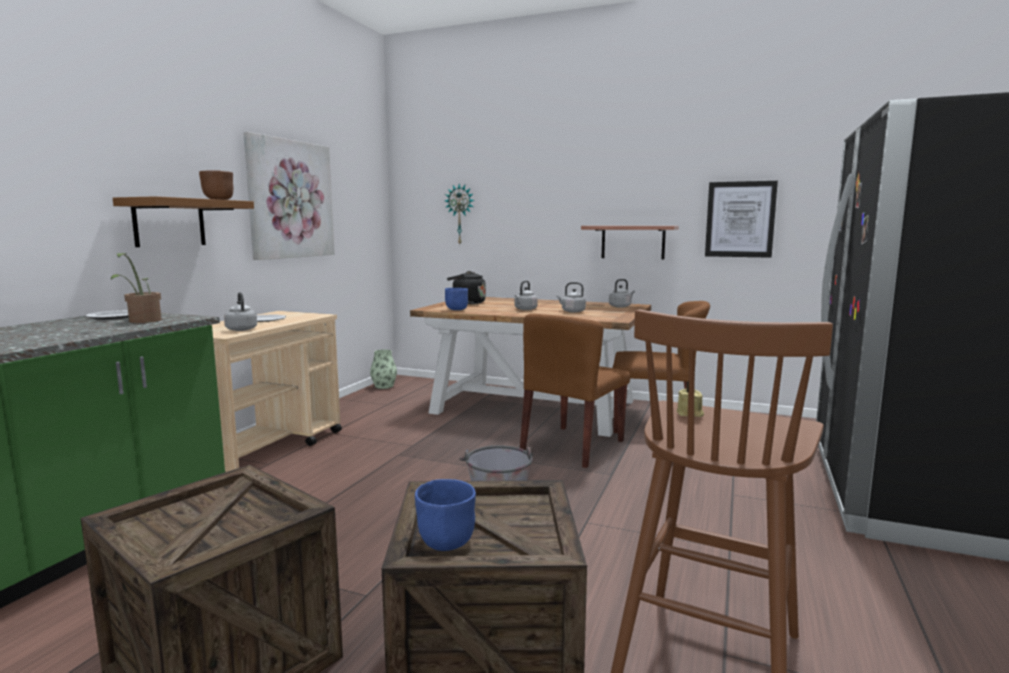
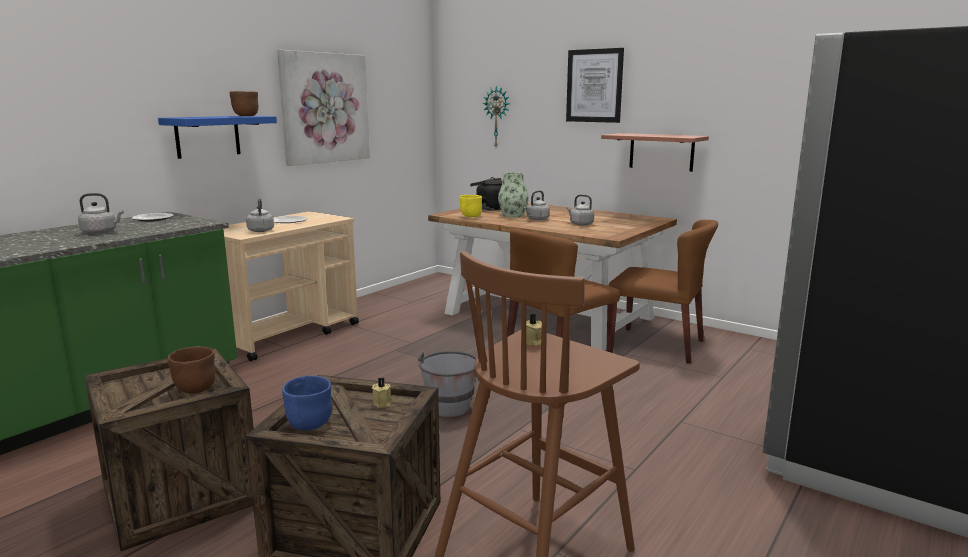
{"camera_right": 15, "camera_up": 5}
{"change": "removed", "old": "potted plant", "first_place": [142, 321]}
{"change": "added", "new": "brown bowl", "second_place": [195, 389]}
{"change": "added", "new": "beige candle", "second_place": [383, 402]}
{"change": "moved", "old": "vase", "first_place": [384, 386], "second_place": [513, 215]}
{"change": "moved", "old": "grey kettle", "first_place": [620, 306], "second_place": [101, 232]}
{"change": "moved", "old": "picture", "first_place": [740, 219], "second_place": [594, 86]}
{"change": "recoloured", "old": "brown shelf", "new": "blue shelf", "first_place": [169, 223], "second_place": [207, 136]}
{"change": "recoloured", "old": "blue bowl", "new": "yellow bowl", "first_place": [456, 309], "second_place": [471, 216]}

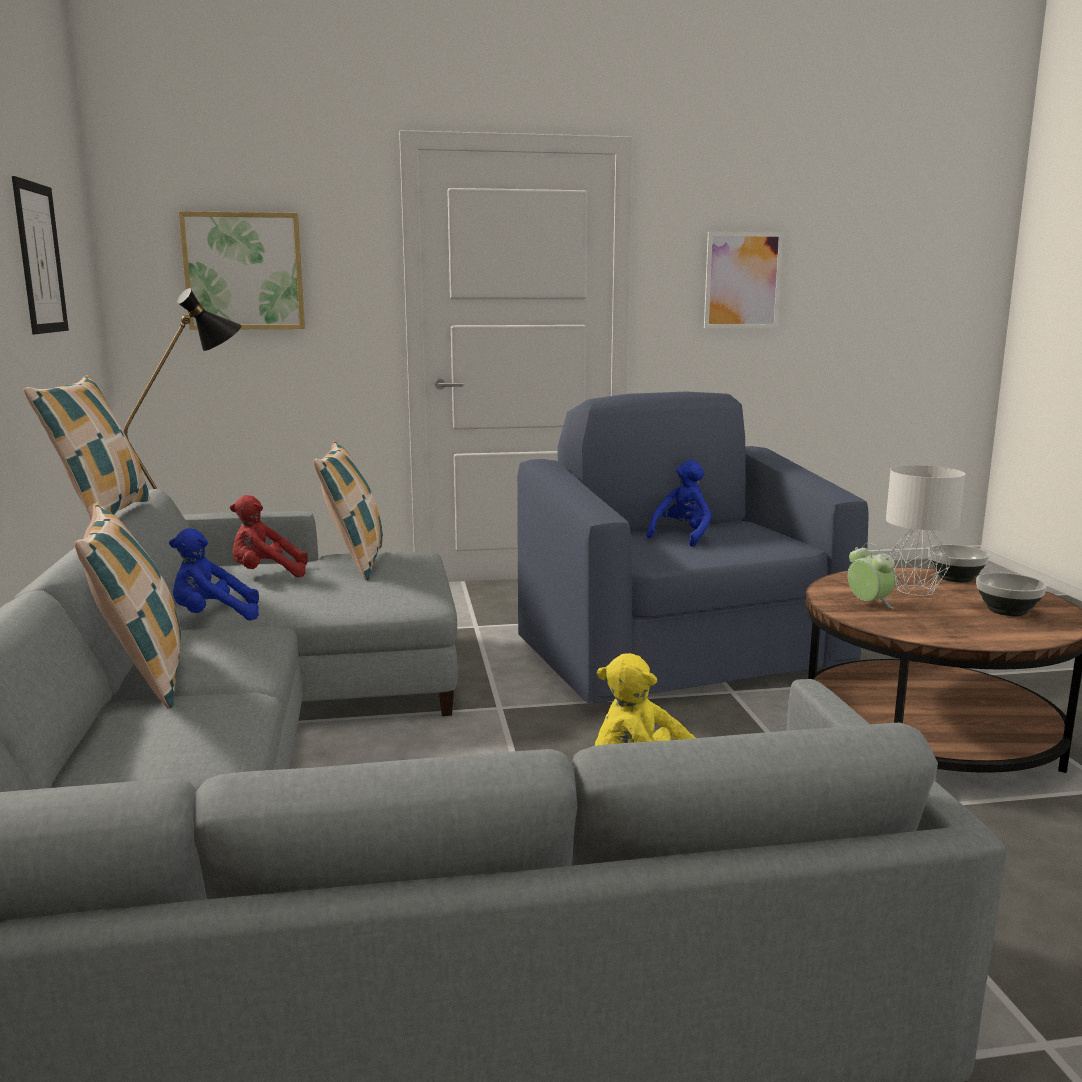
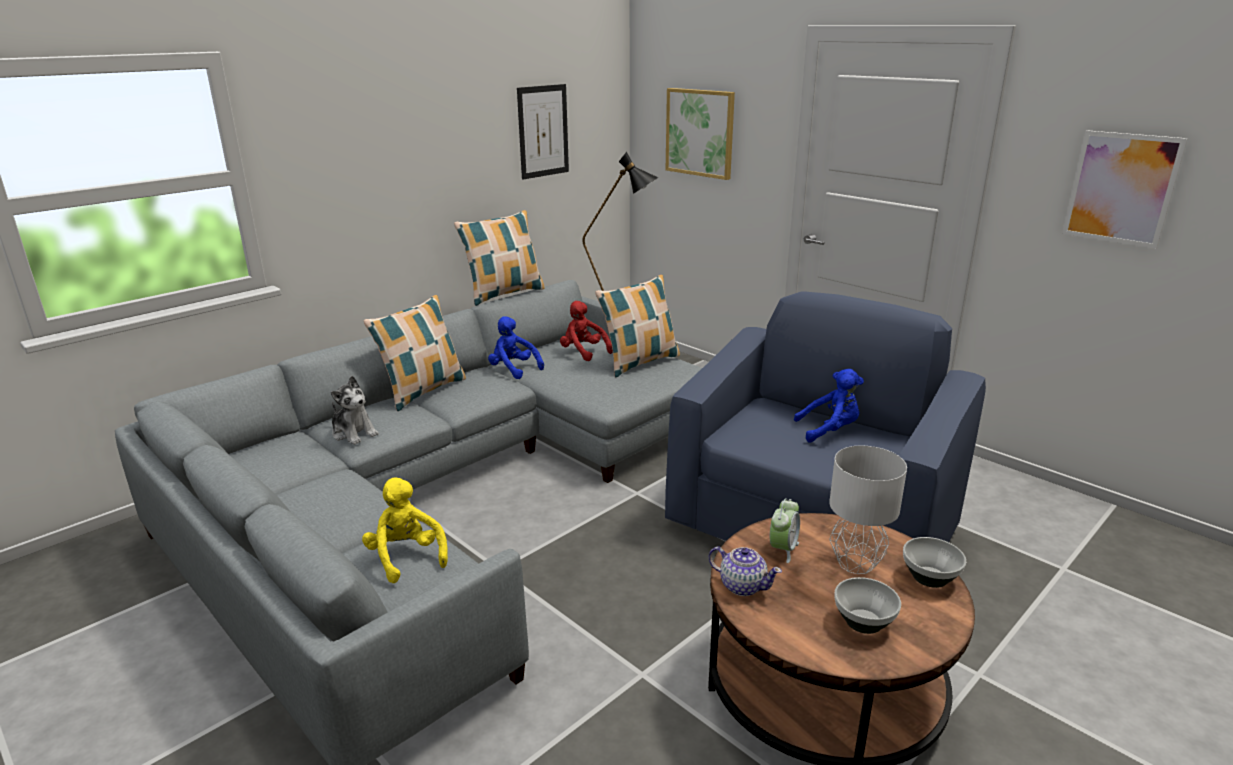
{"camera_right": 55, "camera_up": 10}
{"change": "added", "new": "plush toy", "second_place": [354, 433]}
{"change": "added", "new": "teapot", "second_place": [742, 585]}

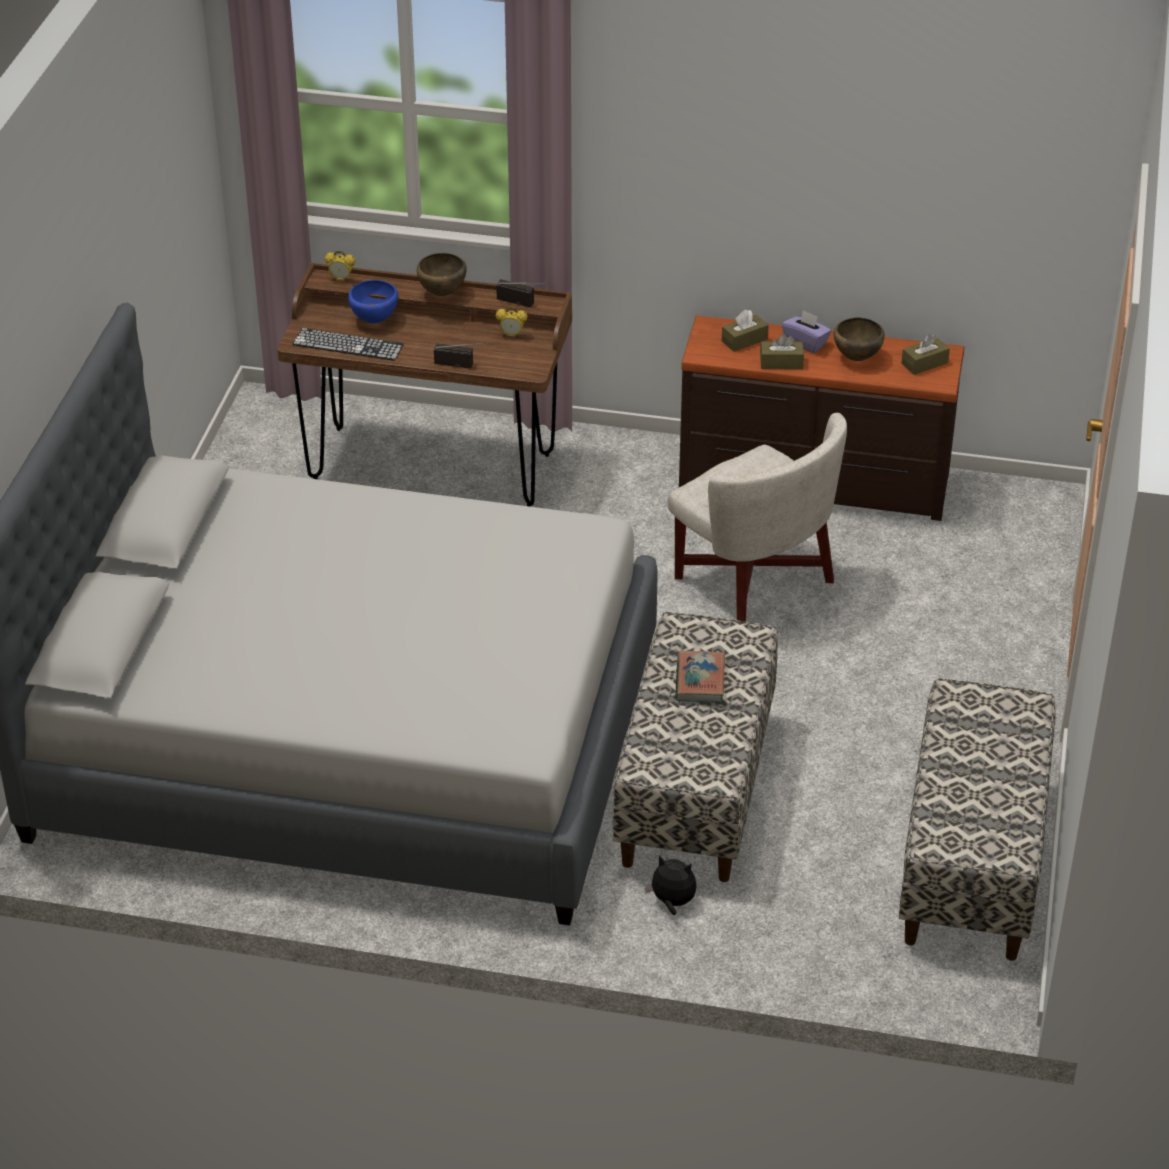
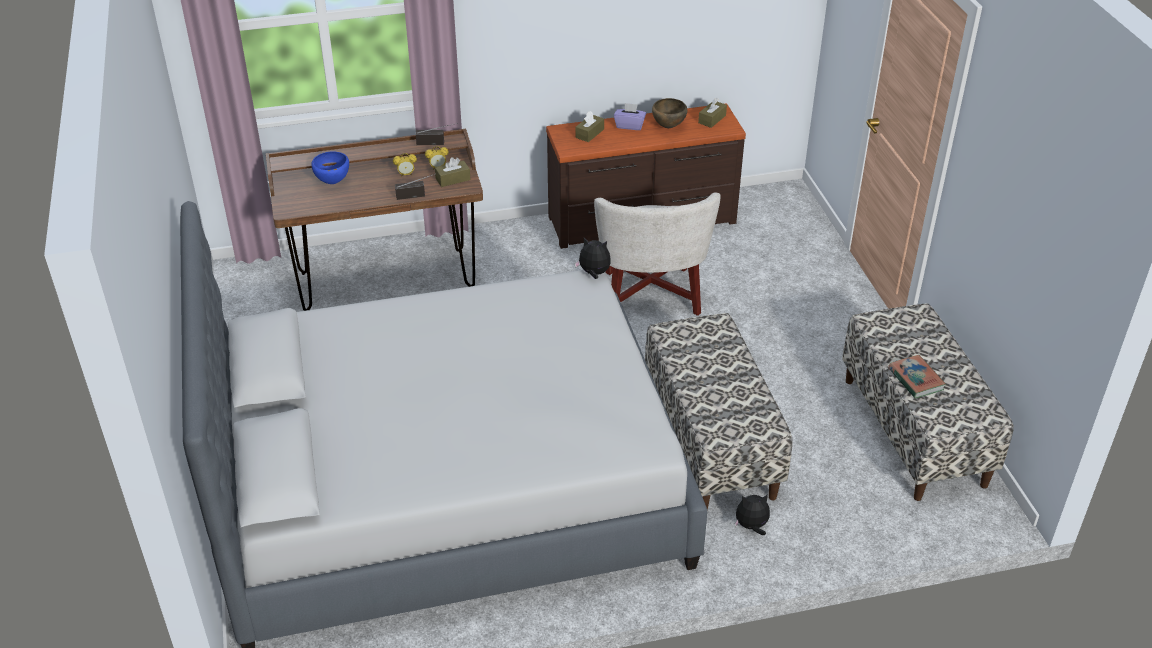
{"camera_right": -25, "camera_up": 0}
{"change": "removed", "old": "keyboard", "first_place": [348, 344]}
{"change": "removed", "old": "brown bowl", "first_place": [442, 293]}
{"change": "added", "new": "plush toy", "second_place": [594, 273]}
{"change": "moved", "old": "alarm clock", "first_place": [341, 279], "second_place": [406, 174]}
{"change": "moved", "old": "book", "first_place": [700, 680], "second_place": [915, 379]}
{"change": "moved", "old": "brown tissue box", "first_place": [781, 362], "second_place": [453, 179]}
{"change": "turned", "old": "white armchair", "first_place": [753, 582], "second_place": [650, 294], "degrees": 60}

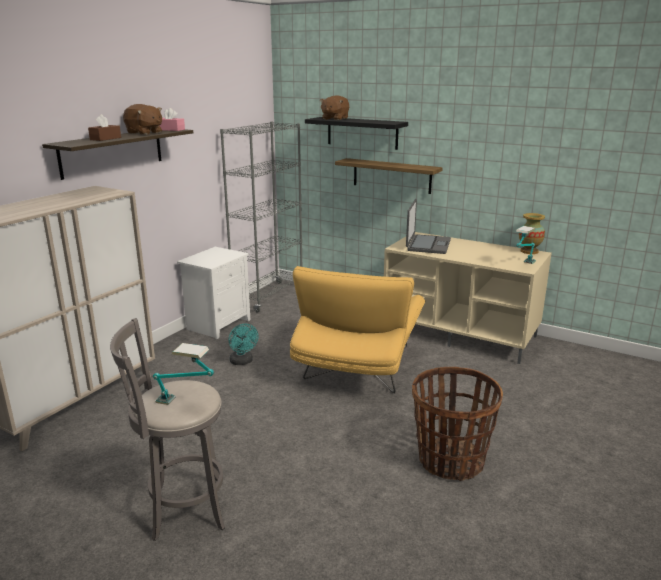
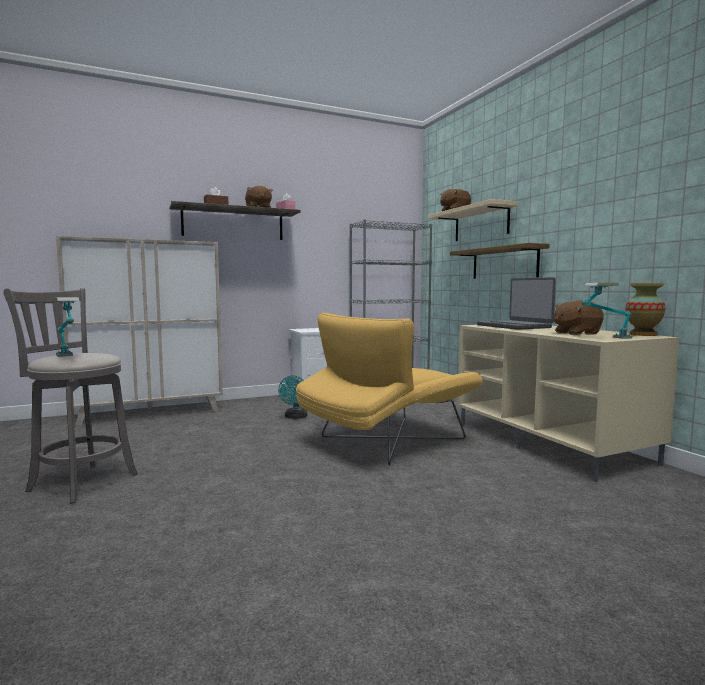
{"camera_right": 35, "camera_up": -15}
{"change": "removed", "old": "basket", "first_place": [450, 461]}
{"change": "added", "new": "brown plush toy", "second_place": [576, 333]}
{"change": "recoloured", "old": "black shelf", "new": "beige shelf", "first_place": [362, 133], "second_place": [481, 223]}
{"change": "turned", "old": "laptop", "first_place": [427, 245], "second_place": [514, 326], "degrees": 105}

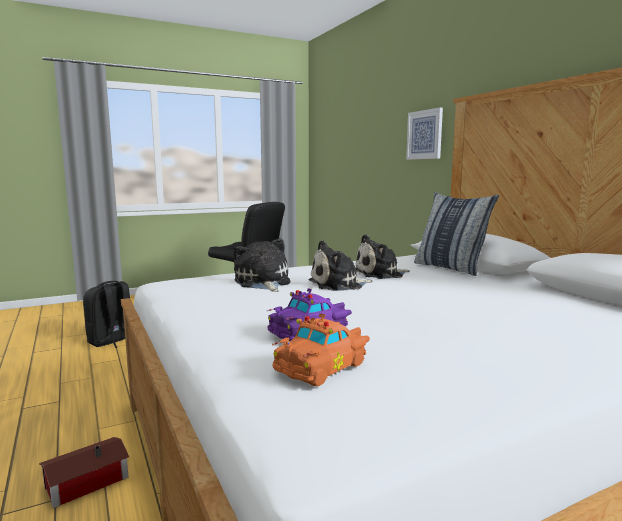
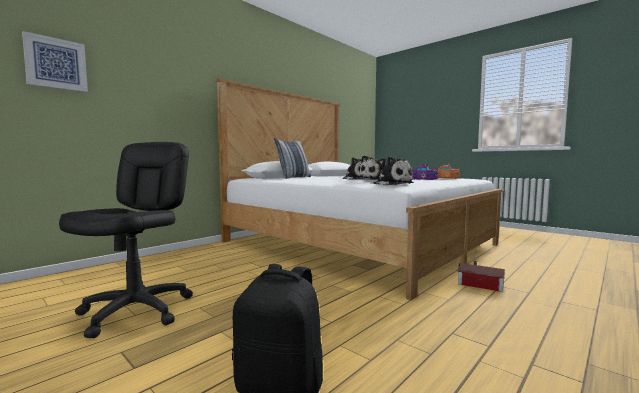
{"camera_right": -110, "camera_up": -5}
{"change": "moved", "old": "plush toy", "first_place": [381, 274], "second_place": [391, 184]}
{"change": "moved", "old": "picture", "first_place": [425, 135], "second_place": [56, 63]}

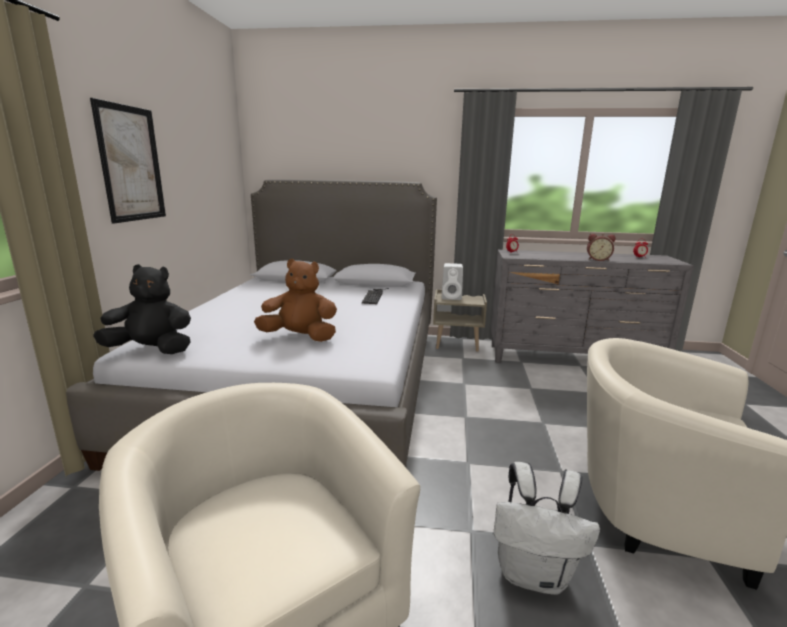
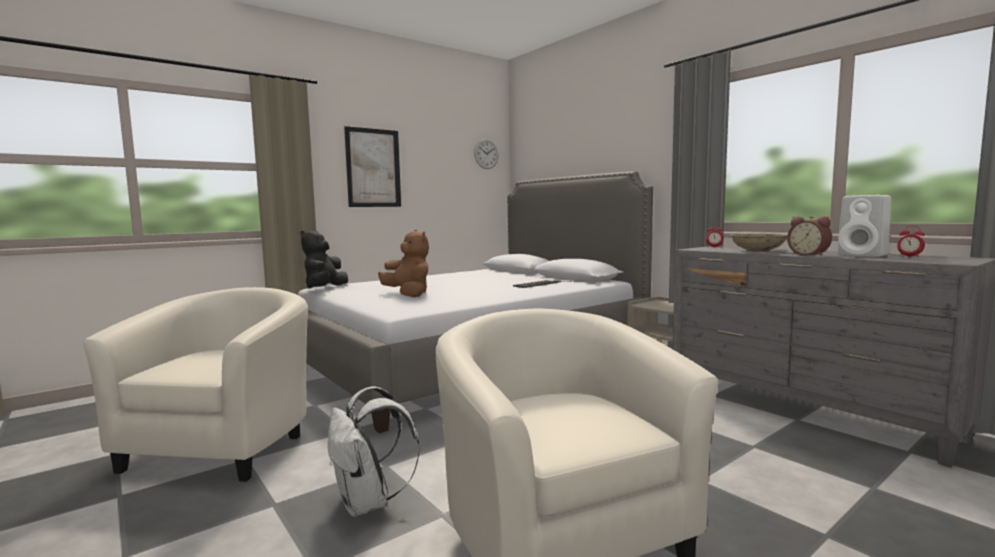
{"camera_right": 45, "camera_up": -10}
{"change": "added", "new": "wall clock", "second_place": [486, 153]}
{"change": "added", "new": "beige bowl", "second_place": [757, 251]}
{"change": "moved", "old": "white speaker", "first_place": [452, 297], "second_place": [864, 255]}
{"change": "turned", "old": "black plush toy", "first_place": [152, 350], "second_place": [325, 288], "degrees": -120}

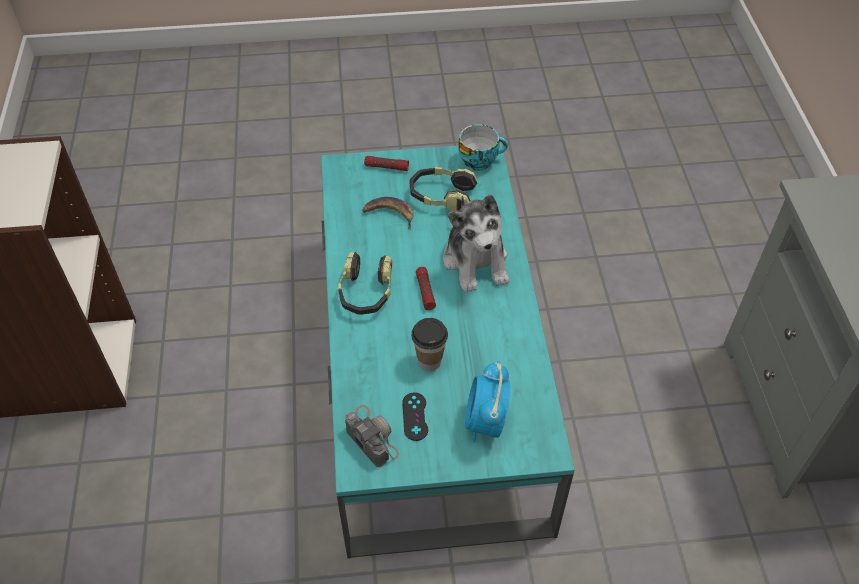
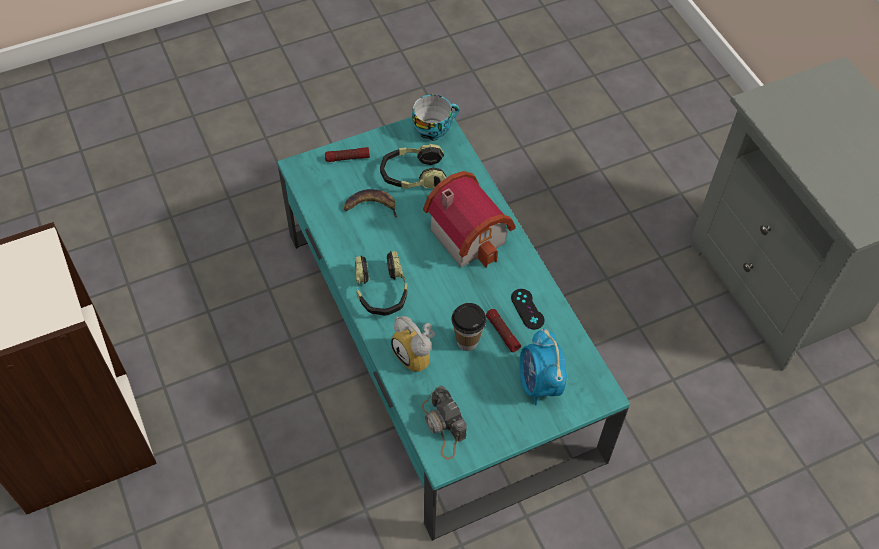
{"camera_right": -20, "camera_up": 5}
{"change": "added", "new": "alarm clock", "second_place": [417, 355]}
{"change": "moved", "old": "black game controller", "first_place": [415, 416], "second_place": [527, 309]}
{"change": "moved", "old": "flashlight", "first_place": [425, 291], "second_place": [502, 333]}
{"change": "replaced", "old": "plush toy", "new": "toy house", "first_place": [476, 261], "second_place": [470, 233]}
{"change": "turned", "old": "photo camera", "first_place": [371, 436], "second_place": [443, 426], "degrees": -150}

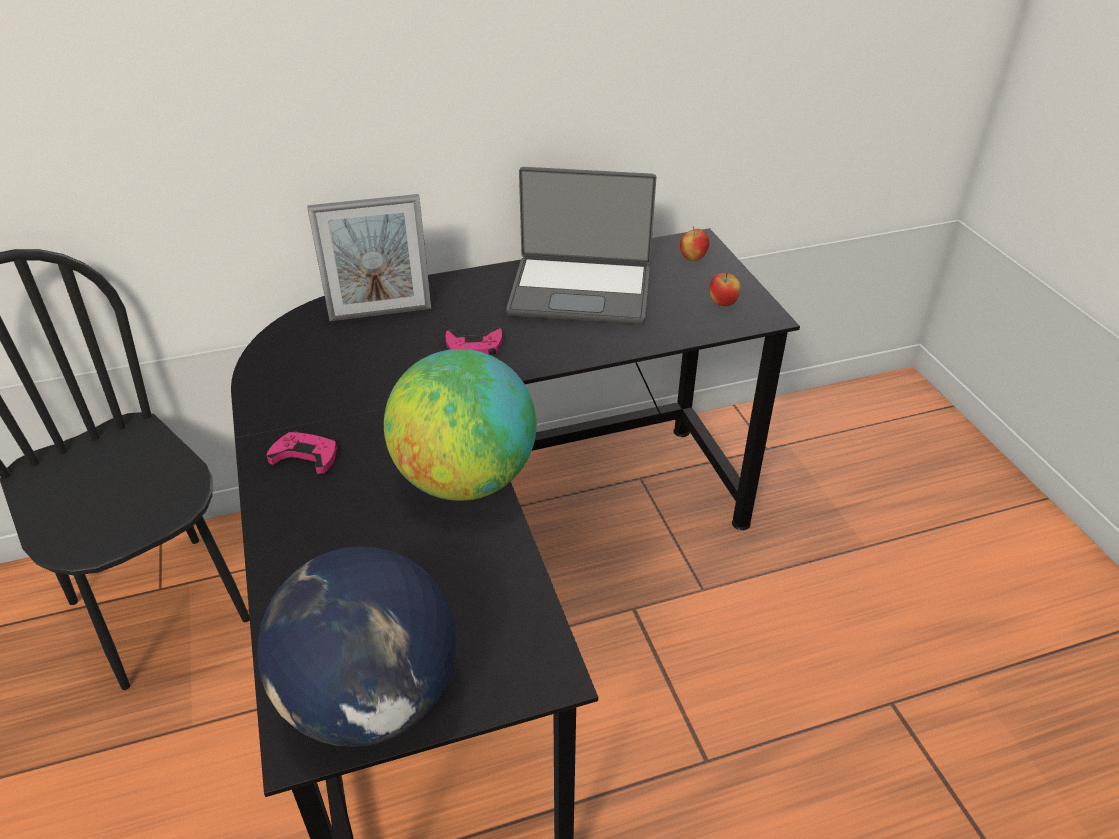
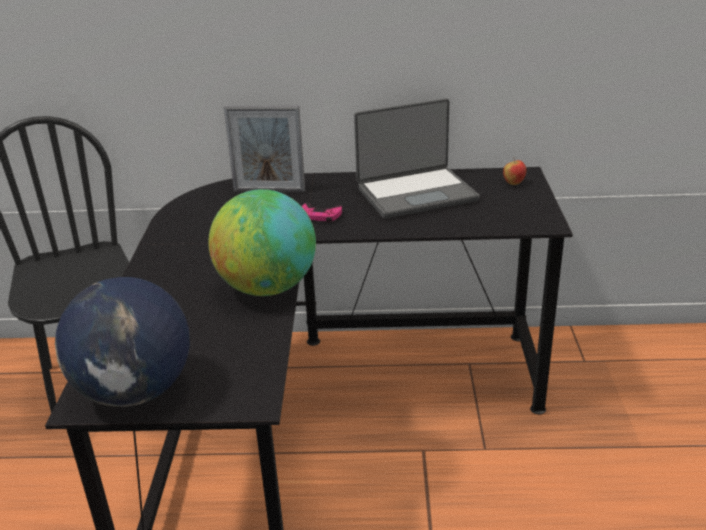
{"camera_right": 20, "camera_up": -10}
{"change": "removed", "old": "pink game controller", "first_place": [305, 456]}
{"change": "removed", "old": "apple", "first_place": [722, 303]}
{"change": "turned", "old": "laptop", "first_place": [581, 291], "second_place": [416, 193], "degrees": -45}

